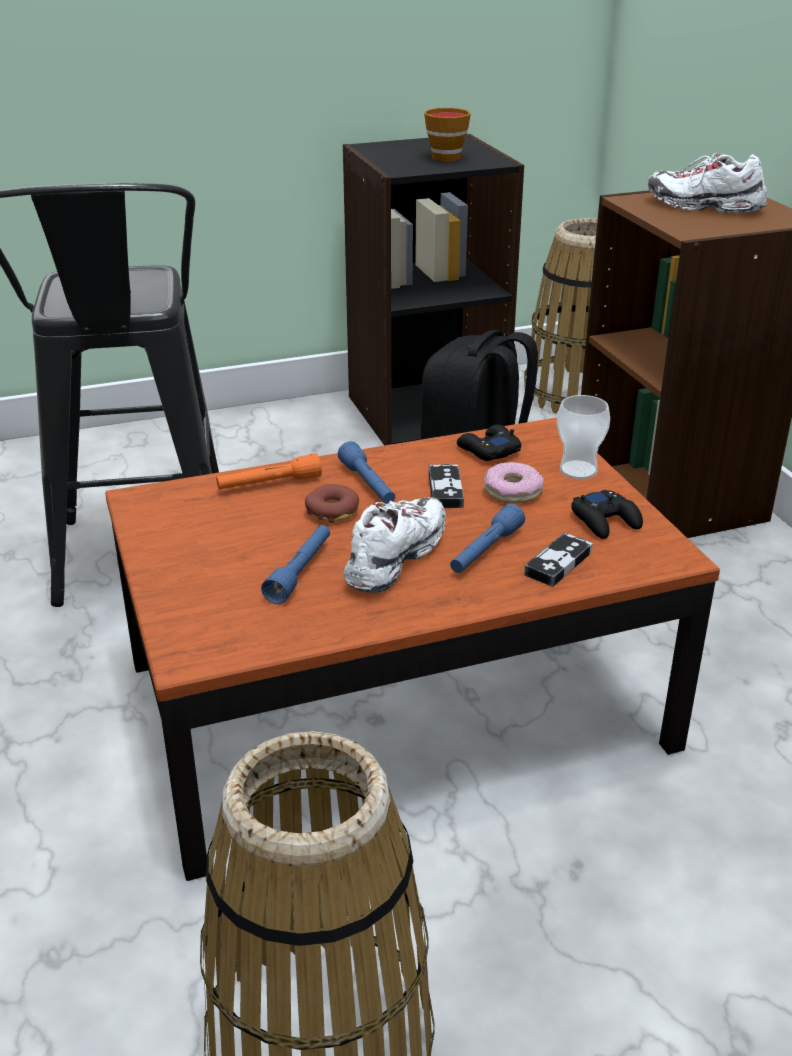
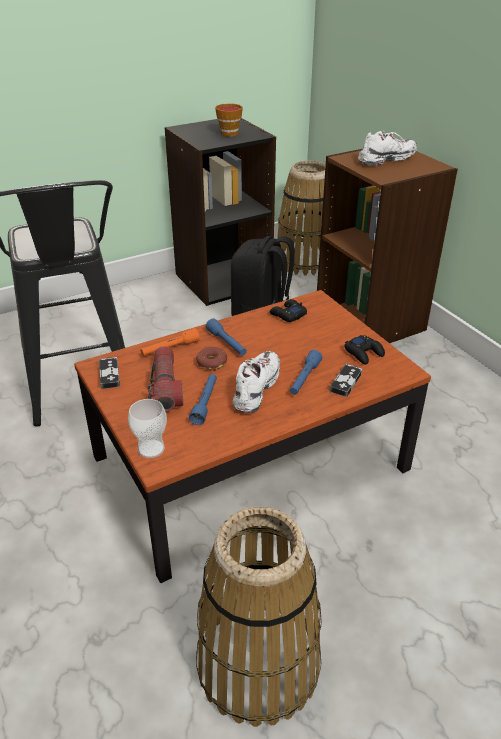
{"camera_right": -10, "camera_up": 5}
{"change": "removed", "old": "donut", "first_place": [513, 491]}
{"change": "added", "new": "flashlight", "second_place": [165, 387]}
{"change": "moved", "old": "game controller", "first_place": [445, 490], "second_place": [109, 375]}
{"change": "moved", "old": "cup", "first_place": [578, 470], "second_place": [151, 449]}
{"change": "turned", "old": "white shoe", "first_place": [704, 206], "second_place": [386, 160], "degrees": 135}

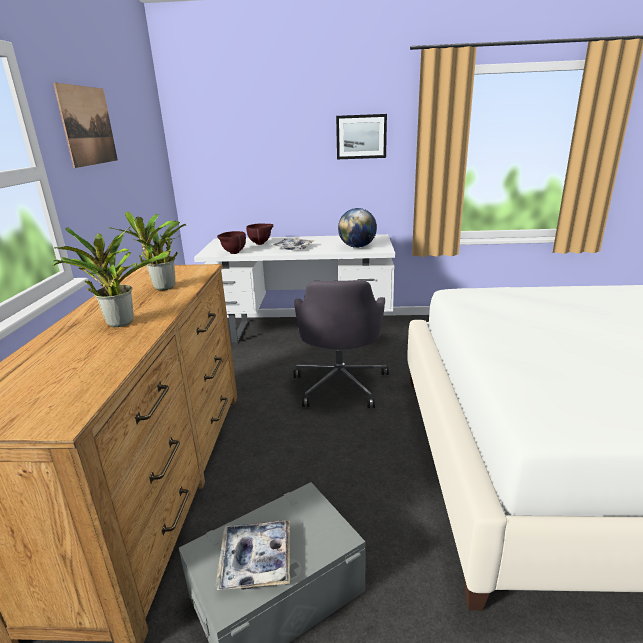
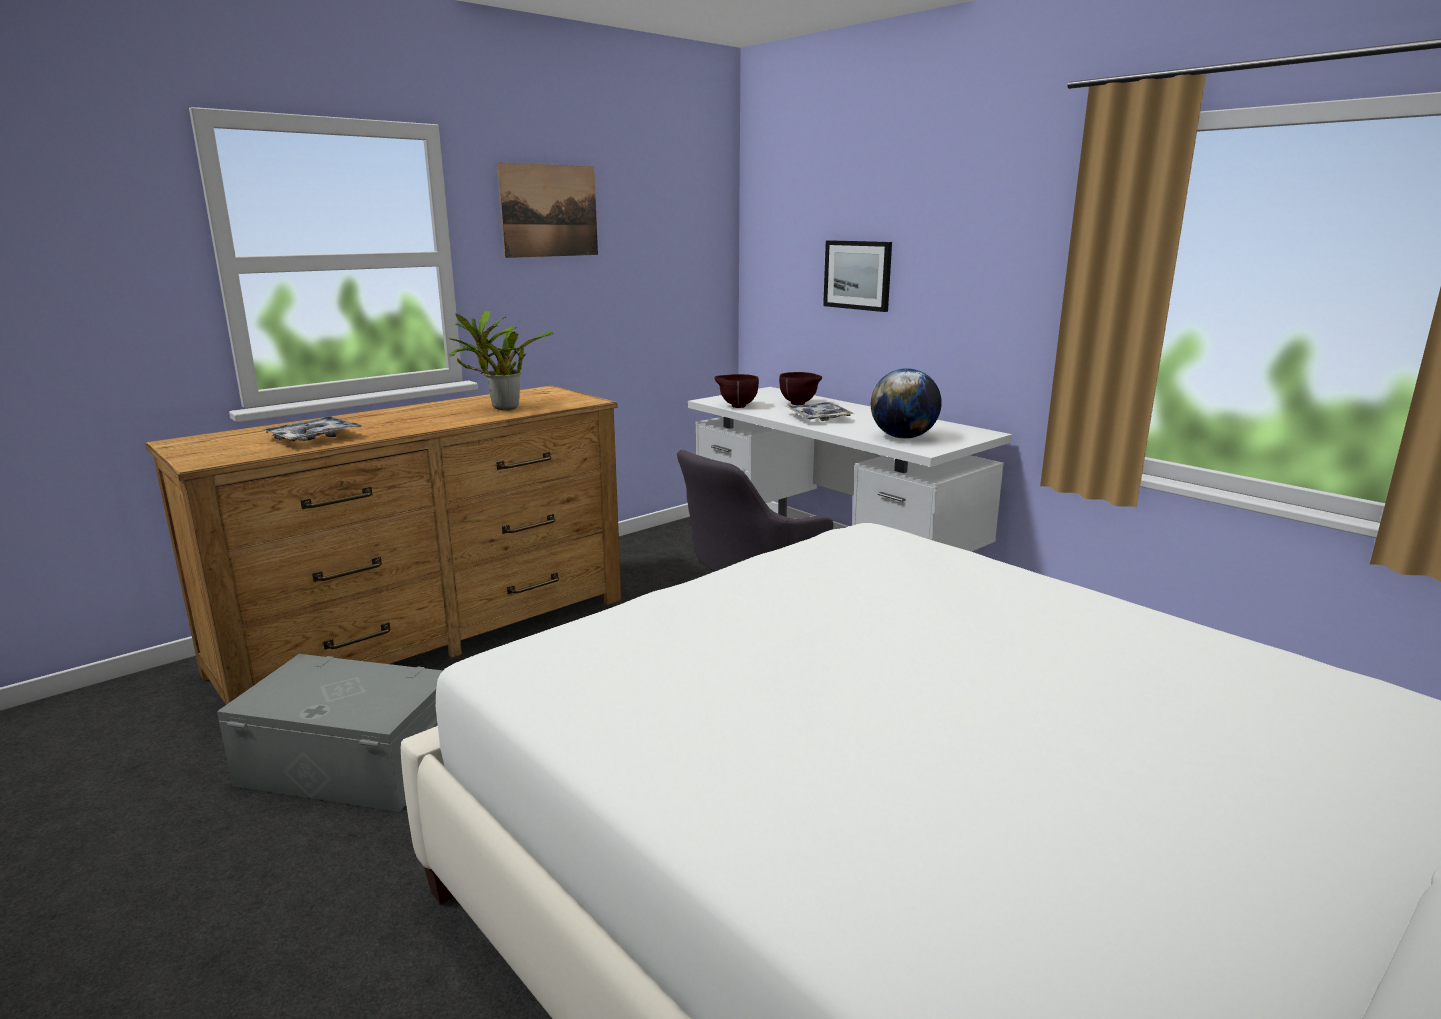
{"camera_right": 45, "camera_up": -5}
{"change": "removed", "old": "potted plant", "first_place": [118, 322]}
{"change": "moved", "old": "tray", "first_place": [256, 560], "second_place": [313, 438]}
{"change": "moved", "old": "picture", "first_place": [361, 137], "second_place": [858, 275]}

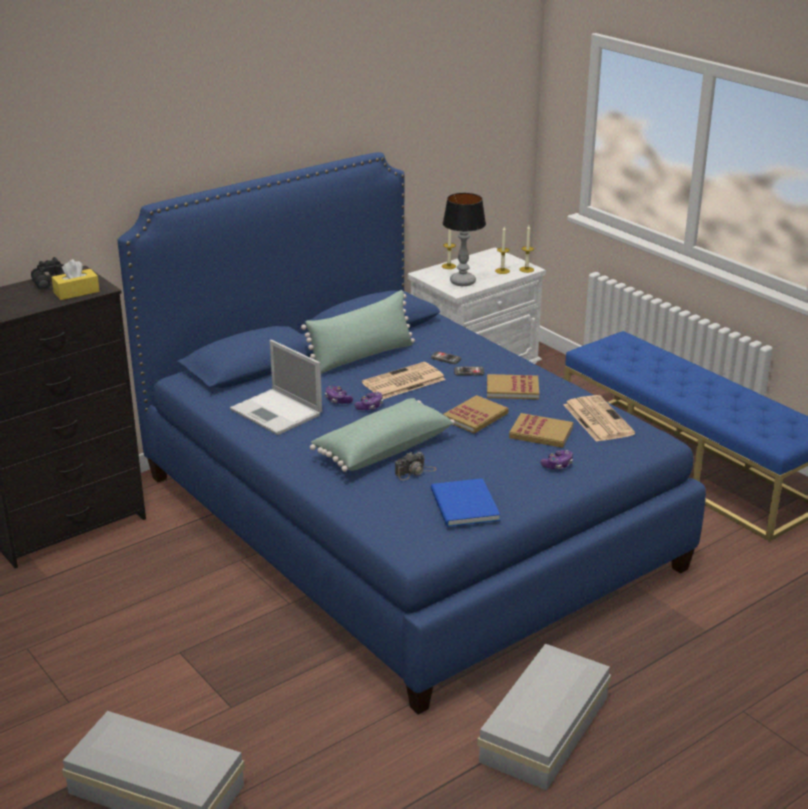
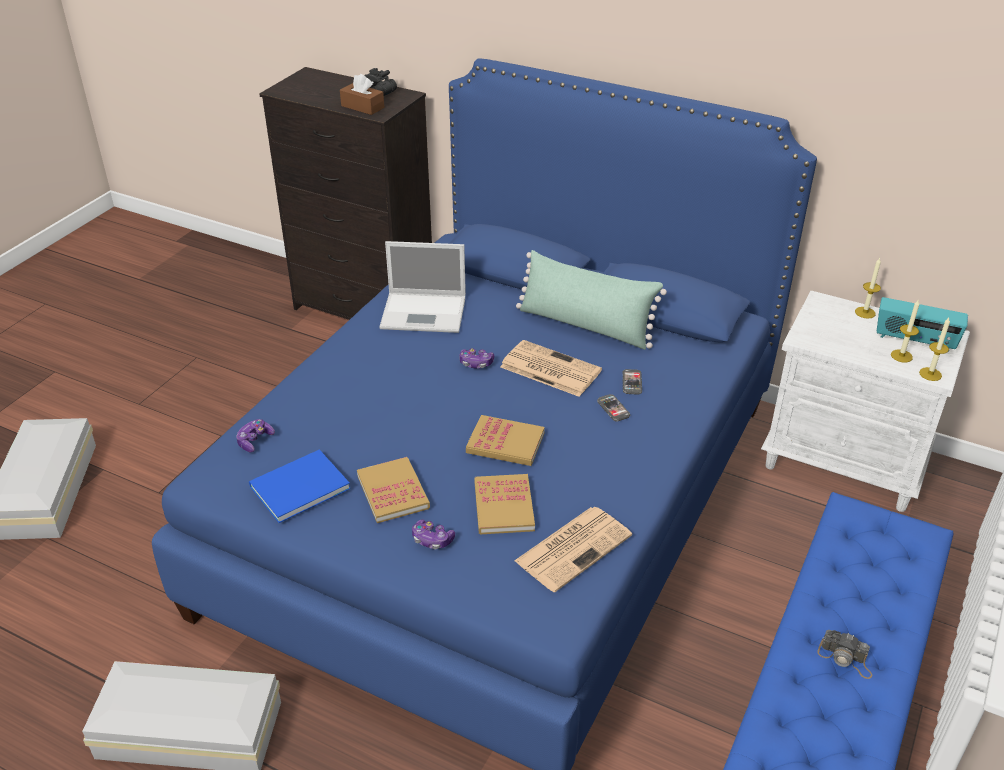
{"camera_right": 65, "camera_up": 10}
{"change": "removed", "old": "green pillow", "first_place": [382, 449]}
{"change": "removed", "old": "table lamp", "first_place": [463, 282]}
{"change": "added", "new": "radio", "second_place": [914, 340]}
{"change": "moved", "old": "game controller", "first_place": [338, 400], "second_place": [255, 440]}
{"change": "moved", "old": "photo camera", "first_place": [415, 471], "second_place": [845, 659]}
{"change": "moved", "old": "book", "first_place": [512, 389], "second_place": [393, 492]}
{"change": "recoloured", "old": "yellow tissue box", "new": "brown tissue box", "first_place": [76, 292], "second_place": [362, 107]}
{"change": "turned", "old": "laptop", "first_place": [277, 412], "second_place": [425, 313], "degrees": -105}

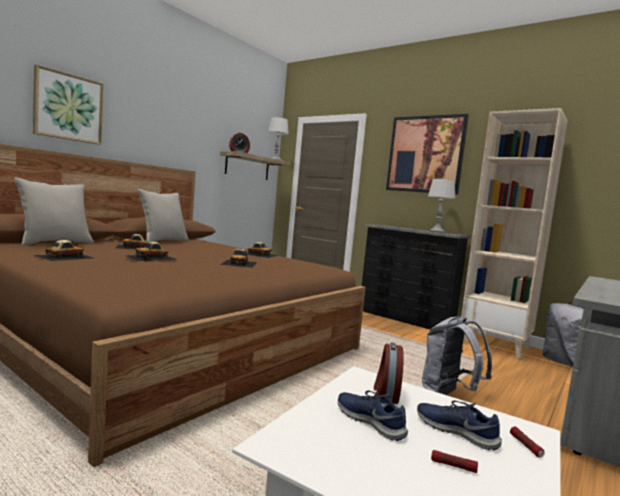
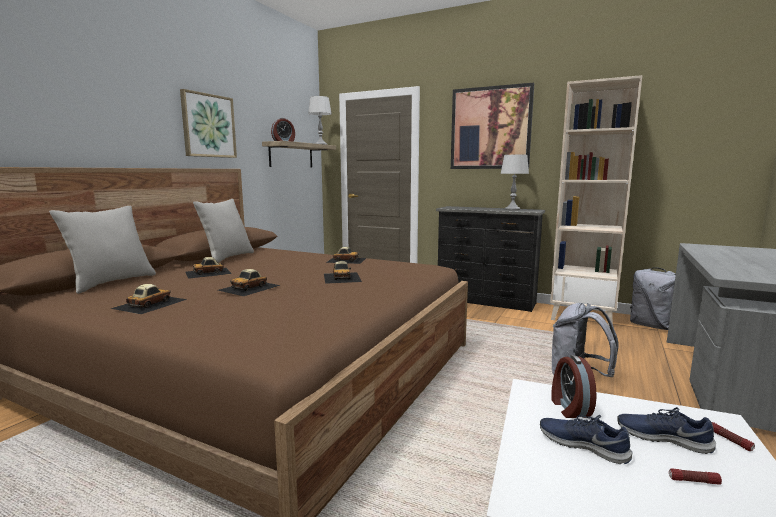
{"camera_right": -10, "camera_up": 5}
{"change": "moved", "old": "picture", "first_place": [68, 107], "second_place": [208, 126]}

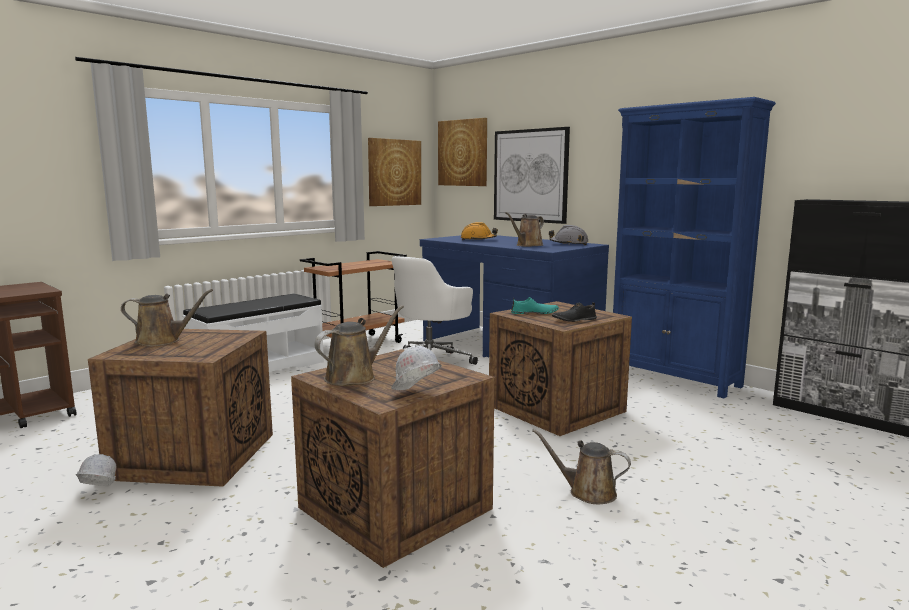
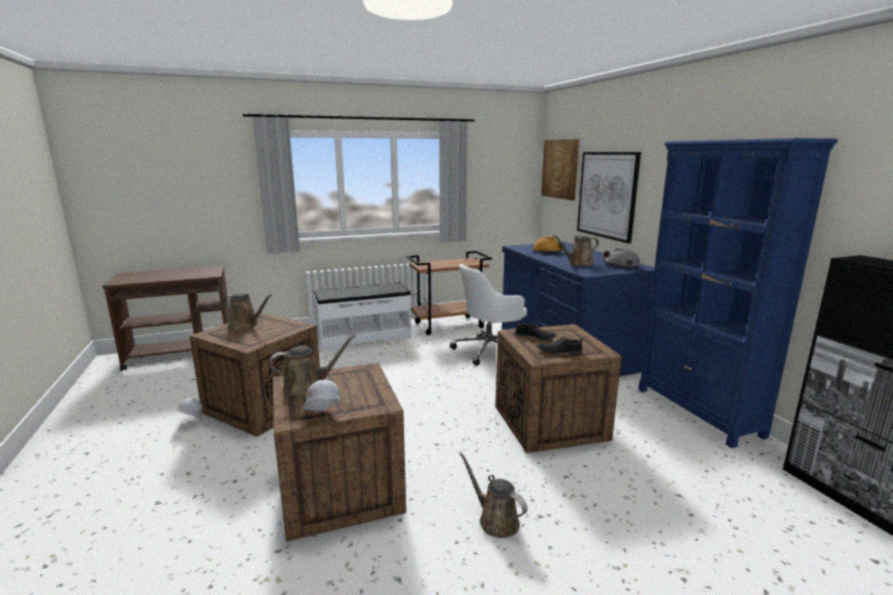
{"camera_right": 25, "camera_up": 5}
{"change": "removed", "old": "picture", "first_place": [394, 172]}
{"change": "recoloured", "old": "turquoise shoe", "new": "black shoe", "first_place": [534, 313], "second_place": [534, 337]}

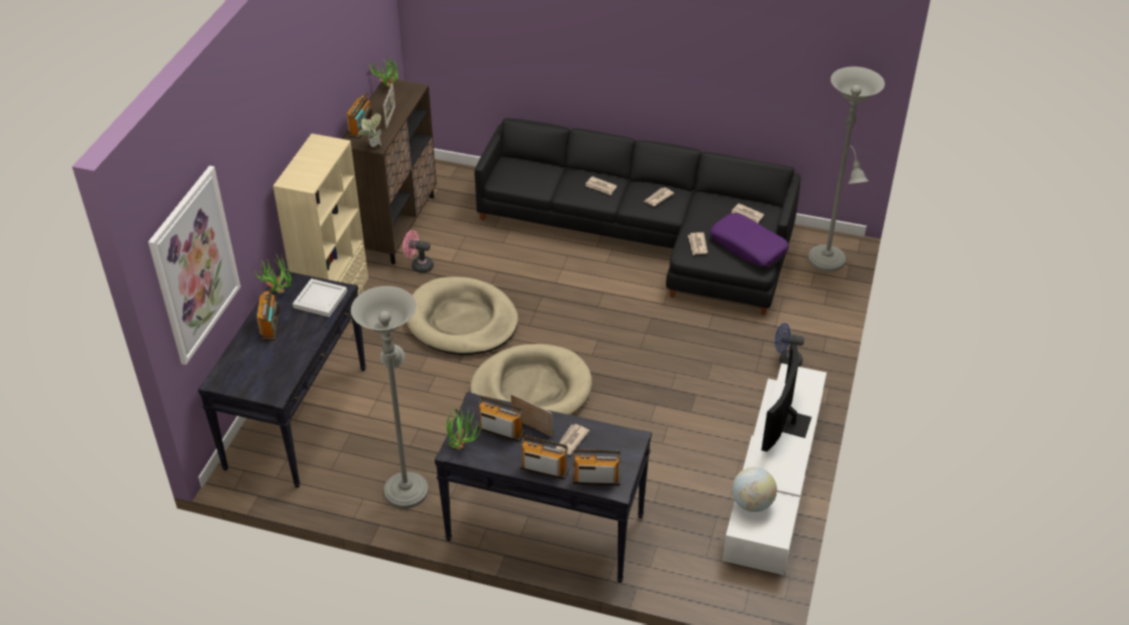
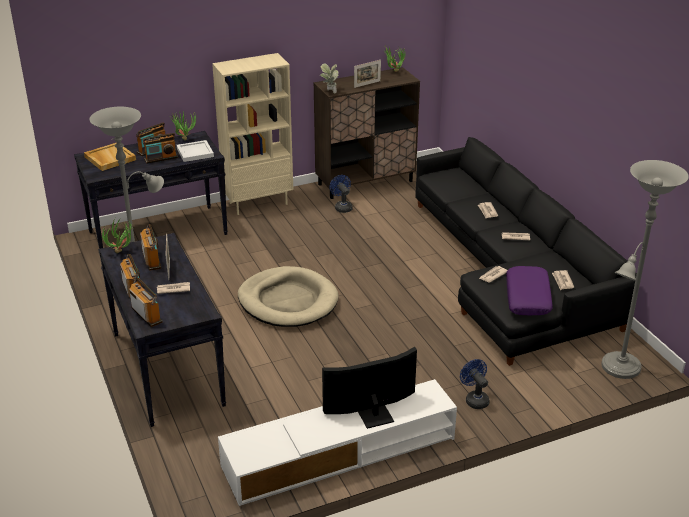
{"camera_right": 50, "camera_up": -10}
{"change": "removed", "old": "picture", "first_place": [194, 265]}
{"change": "removed", "old": "beige dog bed", "first_place": [462, 321]}
{"change": "removed", "old": "globe", "first_place": [752, 503]}
{"change": "added", "new": "beige tray", "second_place": [109, 158]}
{"change": "moved", "old": "radio", "first_place": [361, 127], "second_place": [161, 158]}
{"change": "recoloured", "old": "pink fan", "new": "blue fan", "first_place": [418, 266], "second_place": [342, 207]}

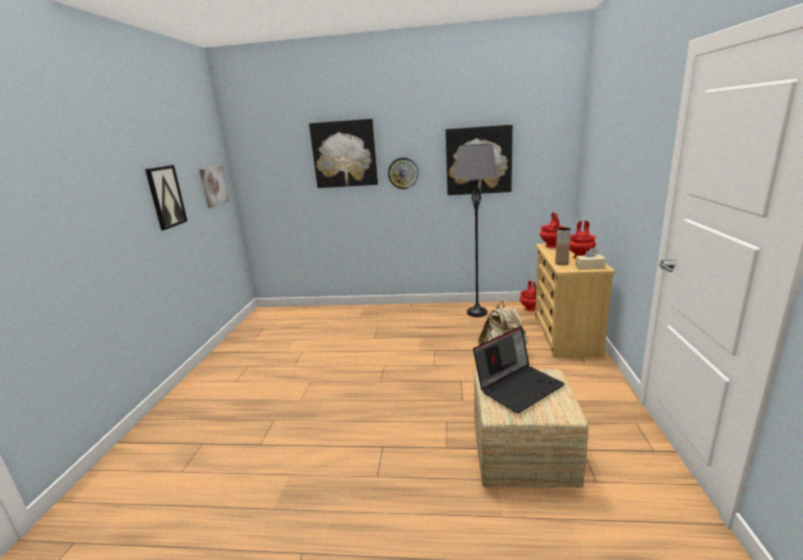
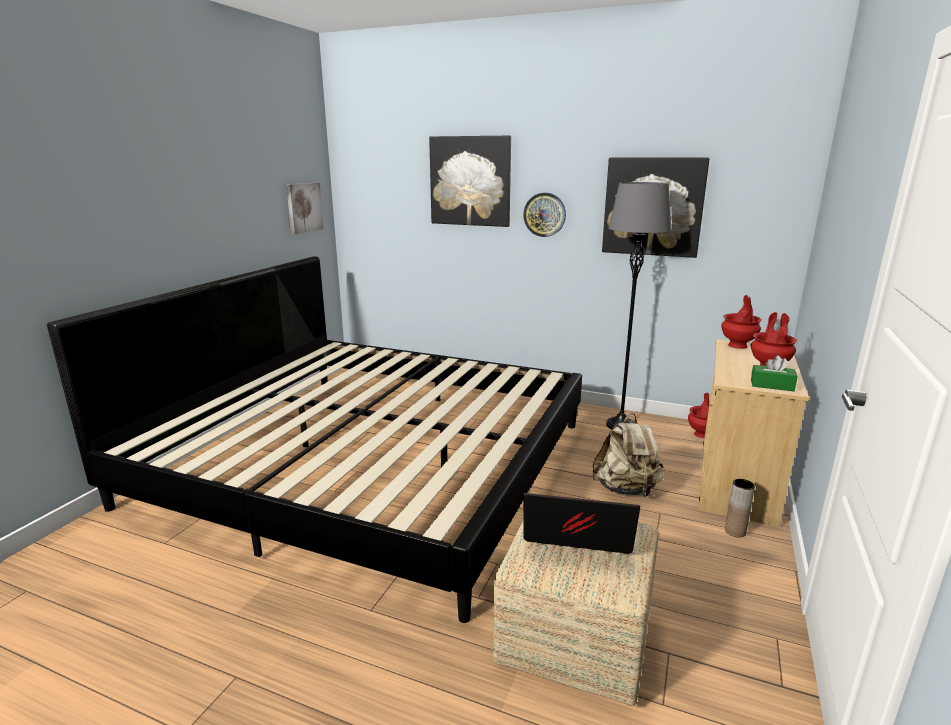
{"camera_right": 15, "camera_up": 0}
{"change": "removed", "old": "picture", "first_place": [166, 197]}
{"change": "added", "new": "bed", "second_place": [370, 461]}
{"change": "moved", "old": "brown vase", "first_place": [561, 263], "second_place": [735, 531]}
{"change": "recoloured", "old": "beige tissue box", "new": "green tissue box", "first_place": [589, 267], "second_place": [772, 385]}
{"change": "turned", "old": "laptop", "first_place": [518, 386], "second_place": [575, 535], "degrees": -150}

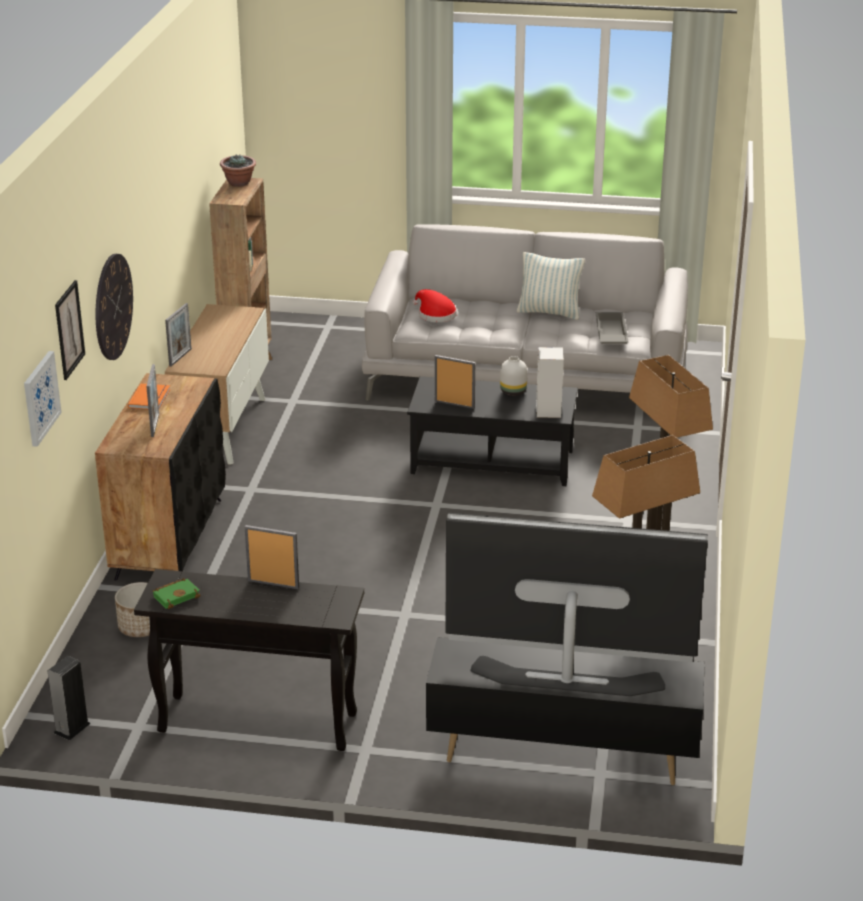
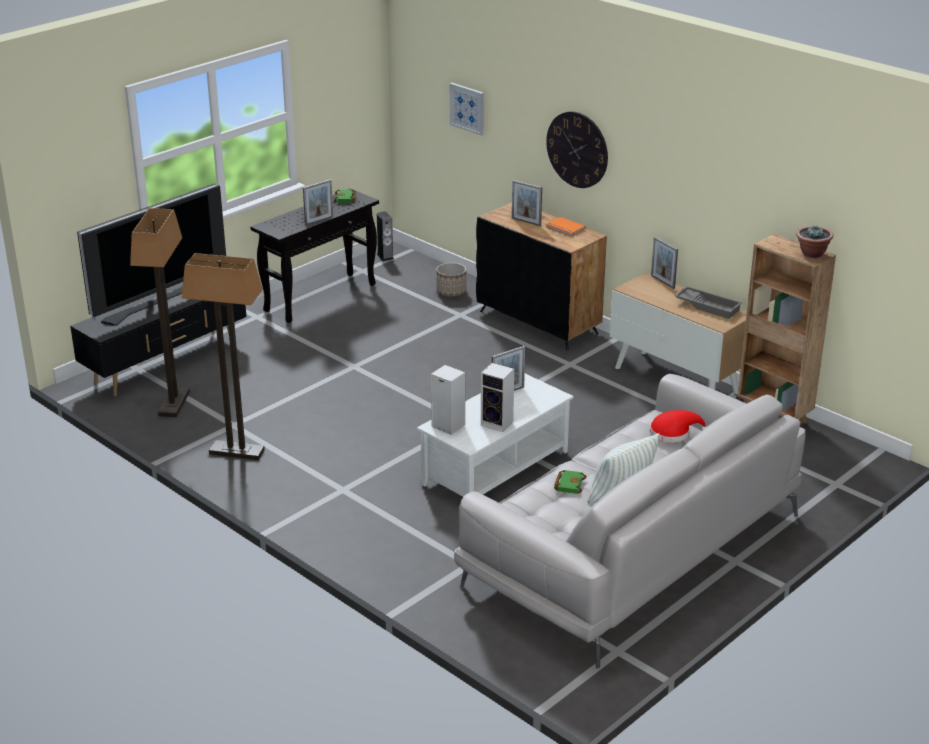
{"camera_right": 125, "camera_up": 0}
{"change": "removed", "old": "picture", "first_place": [69, 329]}
{"change": "added", "new": "green book", "second_place": [568, 484]}
{"change": "moved", "old": "grey tray", "first_place": [610, 334], "second_place": [708, 306]}
{"change": "replaced", "old": "white vase", "new": "speaker", "first_place": [512, 391], "second_place": [498, 423]}
{"change": "recoloured", "old": "black coffee table", "new": "white coffee table", "first_place": [492, 461], "second_place": [496, 468]}

